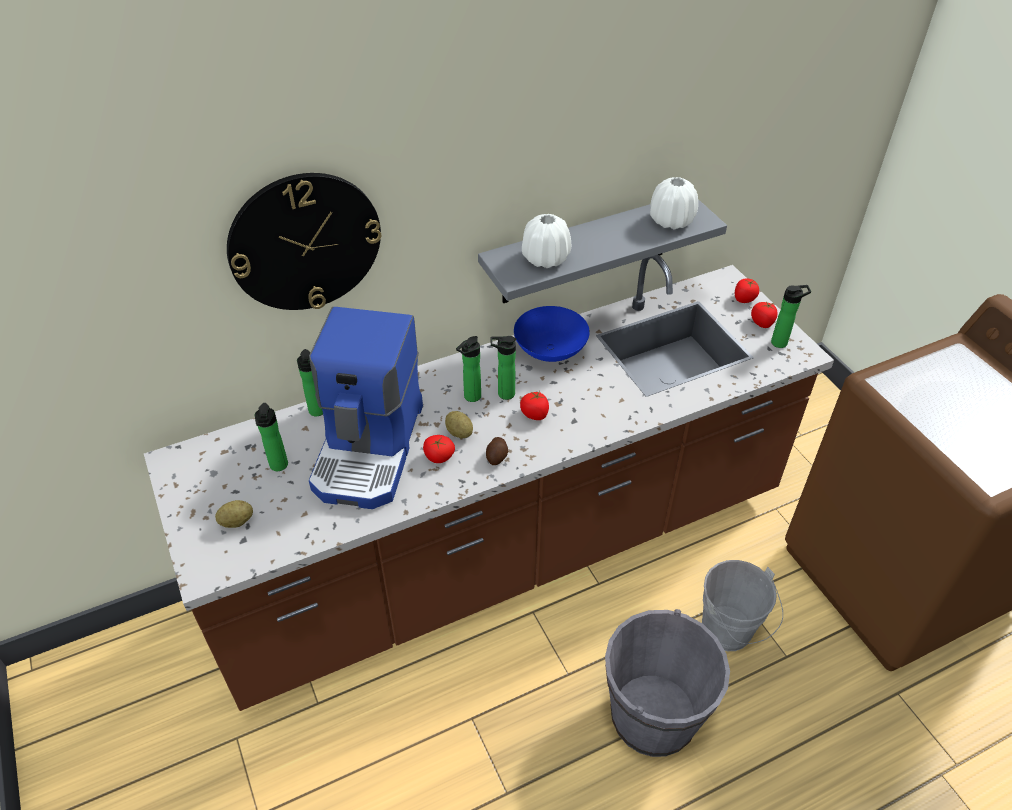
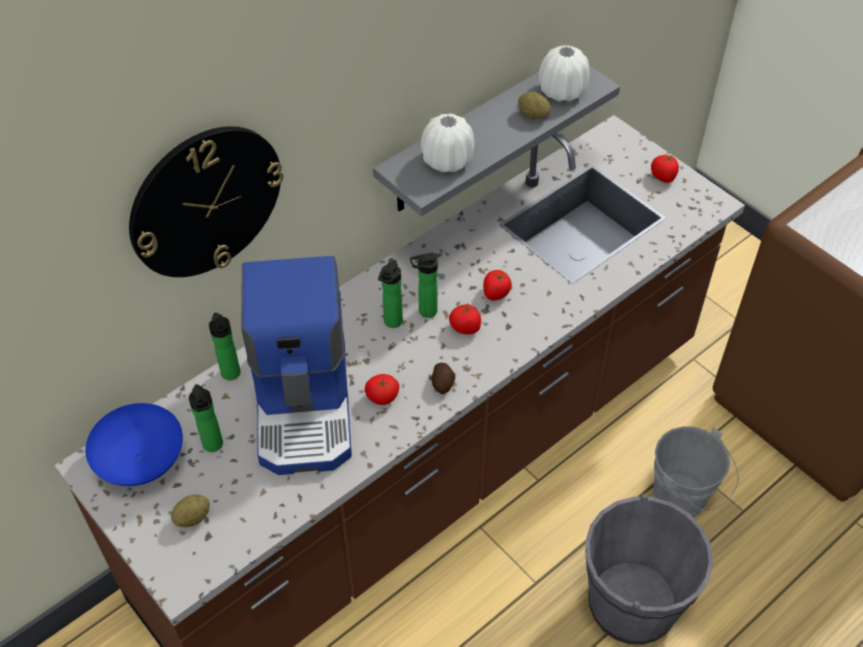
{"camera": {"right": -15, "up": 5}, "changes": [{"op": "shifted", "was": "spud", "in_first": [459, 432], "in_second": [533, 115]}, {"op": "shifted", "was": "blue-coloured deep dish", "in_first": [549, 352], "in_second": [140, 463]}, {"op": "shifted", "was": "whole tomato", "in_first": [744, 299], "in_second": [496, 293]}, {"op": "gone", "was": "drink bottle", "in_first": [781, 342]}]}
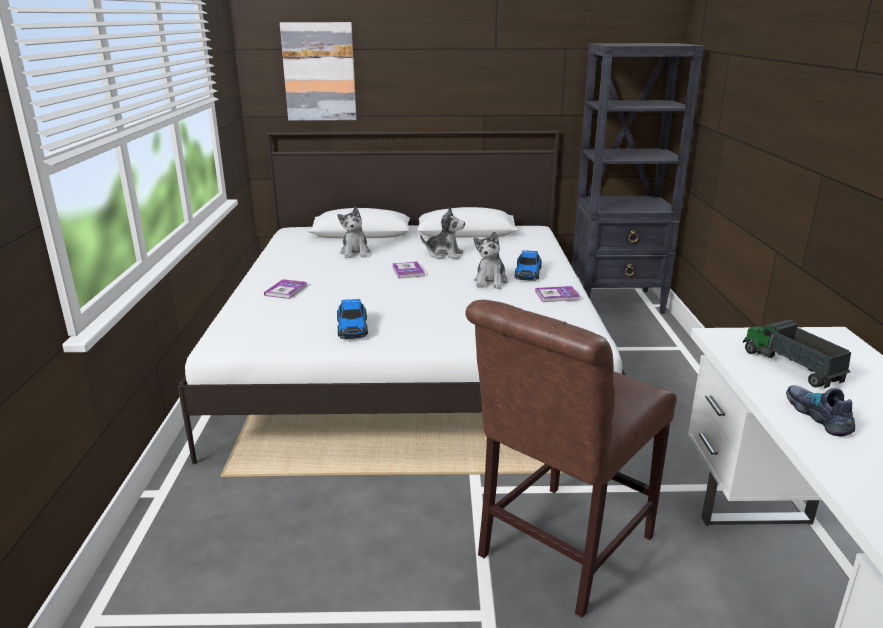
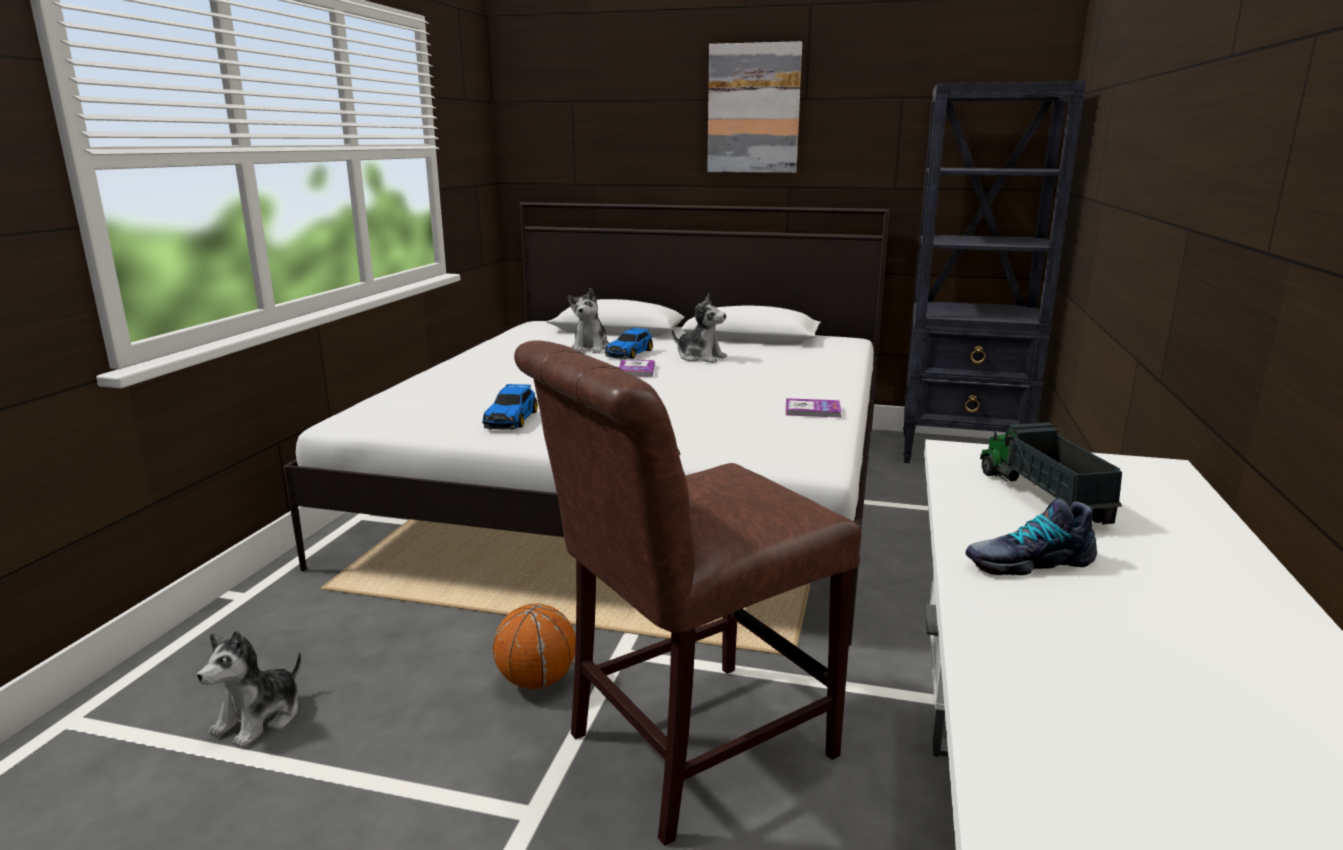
{"camera": {"right": 15, "up": -5}, "changes": [{"op": "gone", "was": "book", "in_first": [286, 290]}, {"op": "shifted", "was": "wall picture", "in_first": [319, 72], "in_second": [754, 109]}, {"op": "shifted", "was": "plush toy", "in_first": [491, 281], "in_second": [260, 719]}, {"op": "shifted", "was": "toy car", "in_first": [528, 273], "in_second": [630, 353]}, {"op": "rotated", "was": "item of footwear", "in_first": [818, 416], "in_second": [1027, 562], "clockwise": -105}, {"op": "new", "now": "basketball", "in_second": [537, 681]}]}
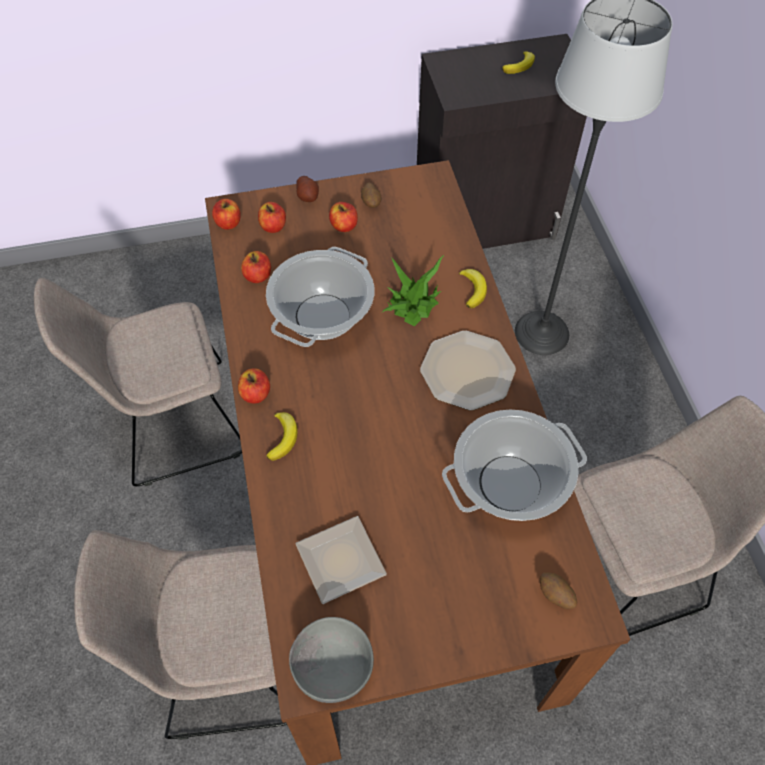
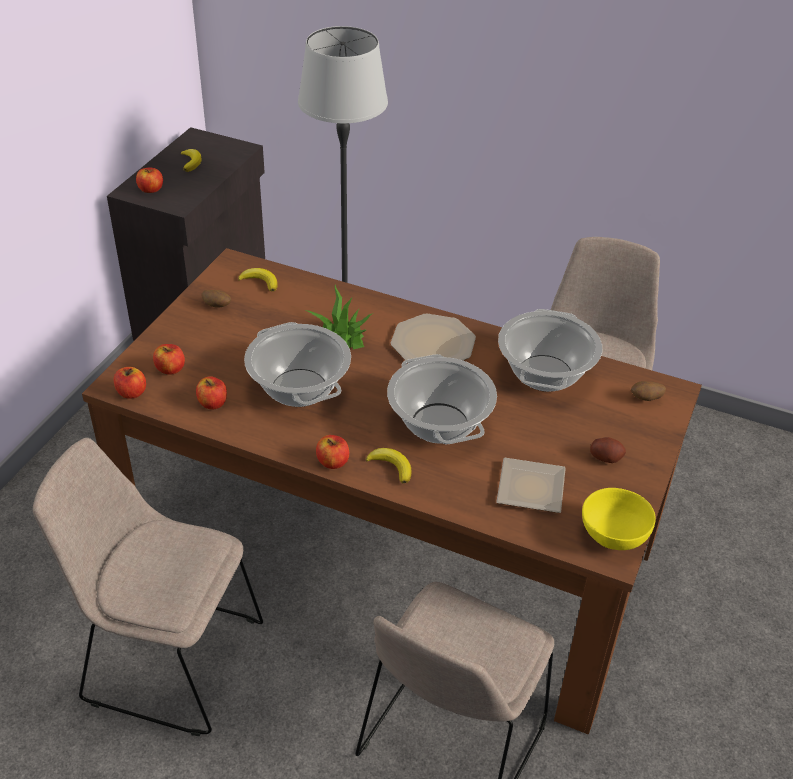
{"camera": {"right": -55, "up": -15}, "changes": [{"op": "rotated", "was": "beige plain chair", "in_first": [173, 423], "in_second": [168, 658], "clockwise": 90}, {"op": "repainted", "was": "gray deep dish", "now": "yellow-coloured deep dish", "in_first": [331, 666], "in_second": [611, 536]}, {"op": "shifted", "was": "spud", "in_first": [308, 196], "in_second": [606, 457]}, {"op": "shifted", "was": "apple fruit", "in_first": [344, 226], "in_second": [151, 189]}, {"op": "shifted", "was": "banana fruit", "in_first": [473, 289], "in_second": [260, 282]}, {"op": "new", "now": "cooking pot", "in_second": [439, 423]}]}
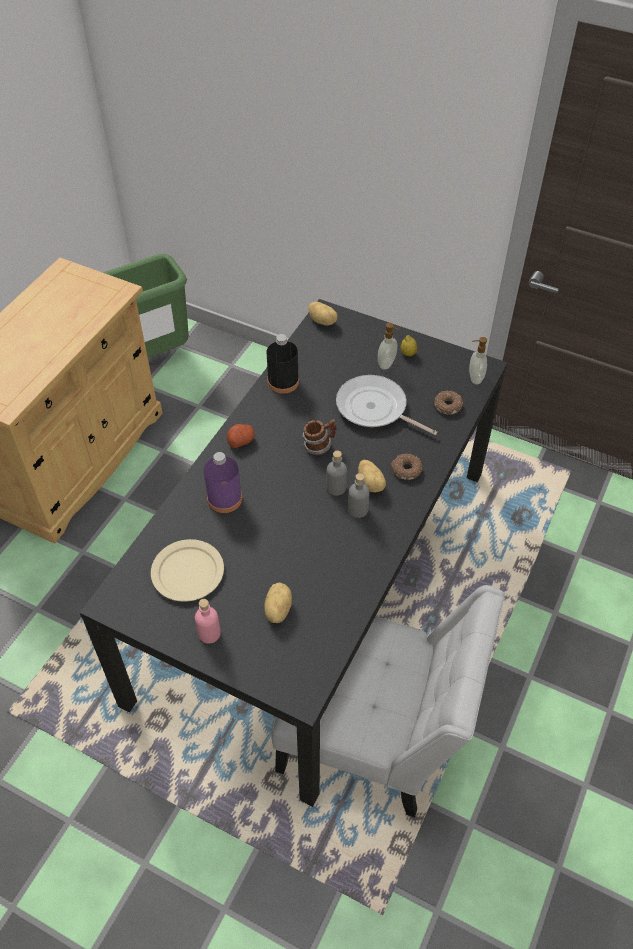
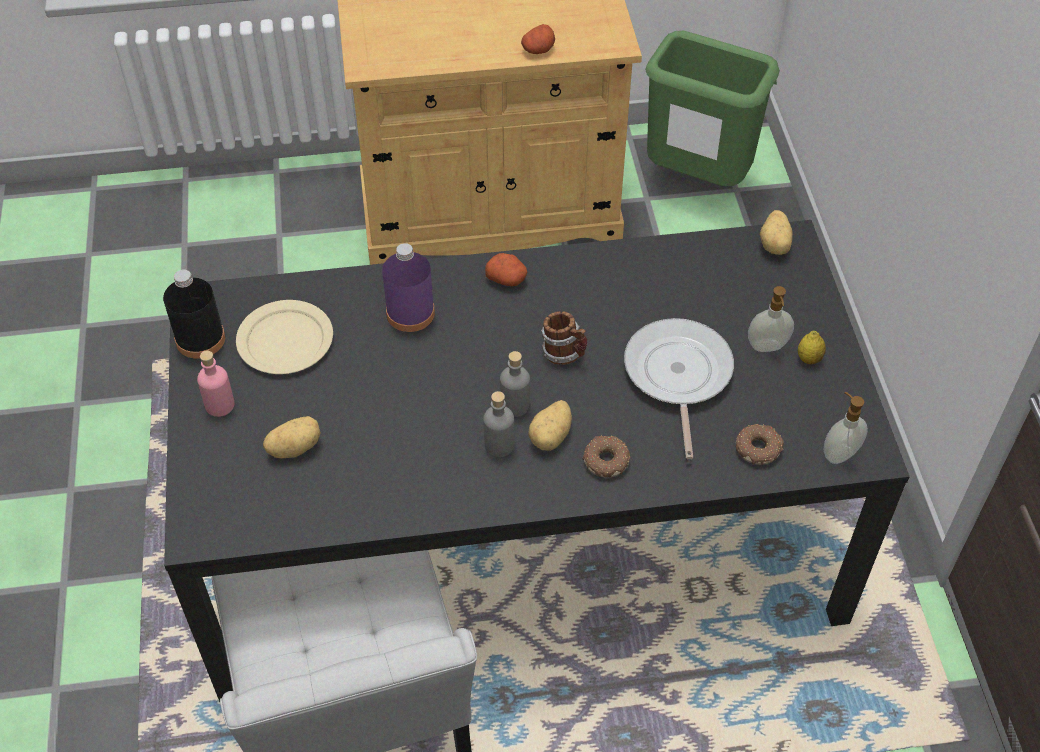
{"camera": {"right": 55, "up": 0}, "changes": [{"op": "shifted", "was": "black-coloured drink bottle", "in_first": [283, 382], "in_second": [200, 339]}, {"op": "new", "now": "spud", "in_second": [538, 49]}]}
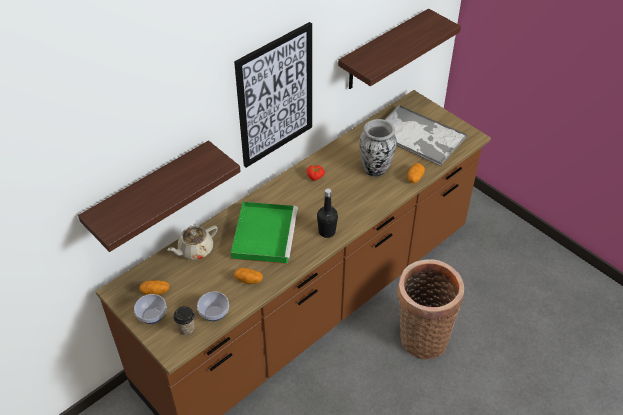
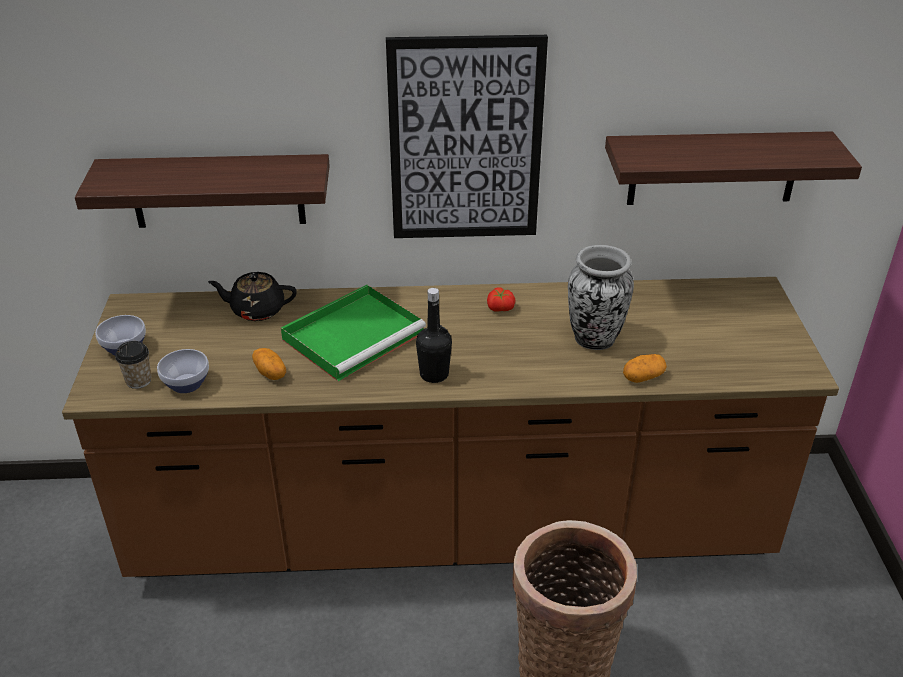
{"camera": {"right": 40, "up": -10}, "changes": [{"op": "gone", "was": "spud", "in_first": [155, 291]}, {"op": "repainted", "was": "beige tea pot", "now": "black-coloured tea pot", "in_first": [195, 250], "in_second": [256, 310]}, {"op": "gone", "was": "carrying tray", "in_first": [419, 136]}]}
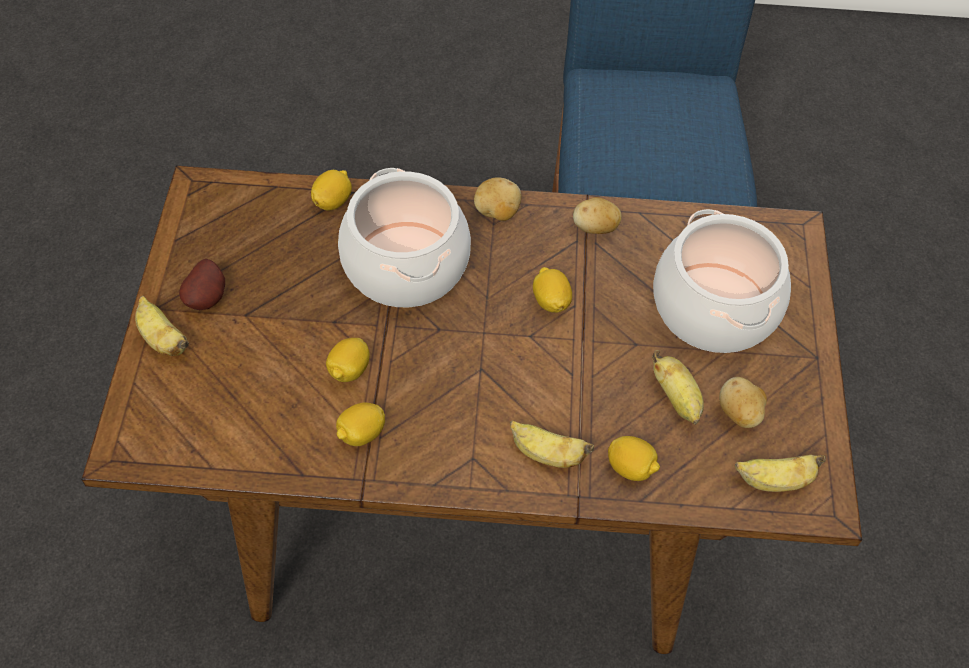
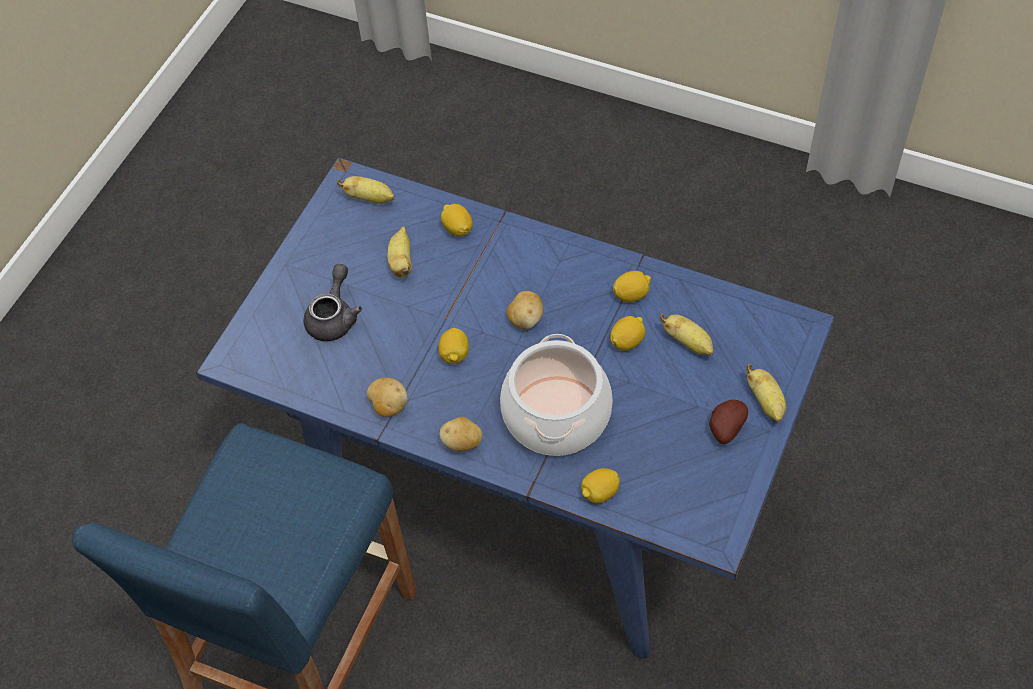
{"camera": {"right": -155, "up": 0}, "changes": [{"op": "repainted", "was": "brown kitchen table", "now": "blue-coloured kitchen table", "in_first": [477, 499], "in_second": [526, 488]}, {"op": "shifted", "was": "banana fruit", "in_first": [546, 454], "in_second": [688, 343]}, {"op": "swapped", "was": "cooking pot", "now": "gray tea pot", "in_first": [715, 308], "in_second": [334, 317]}, {"op": "shifted", "was": "spud", "in_first": [739, 413], "in_second": [525, 319]}]}
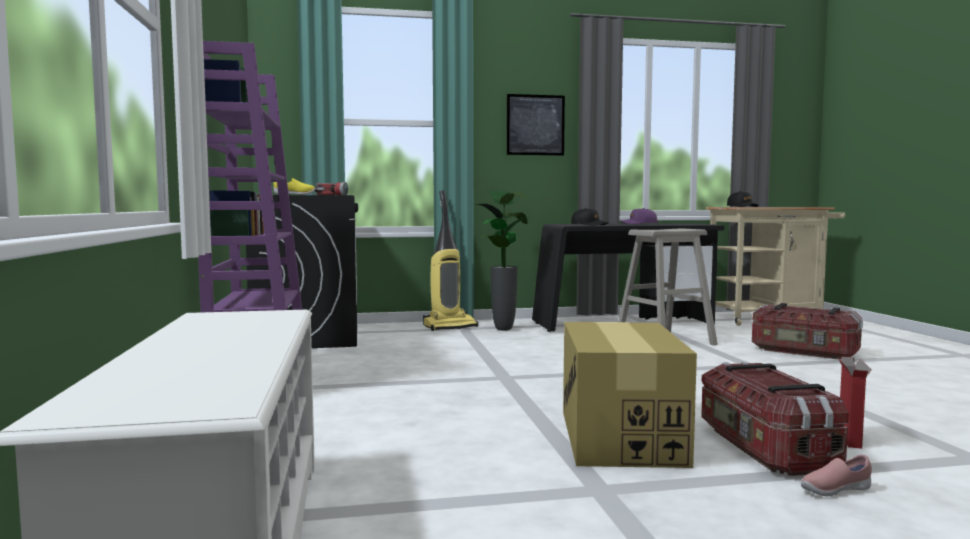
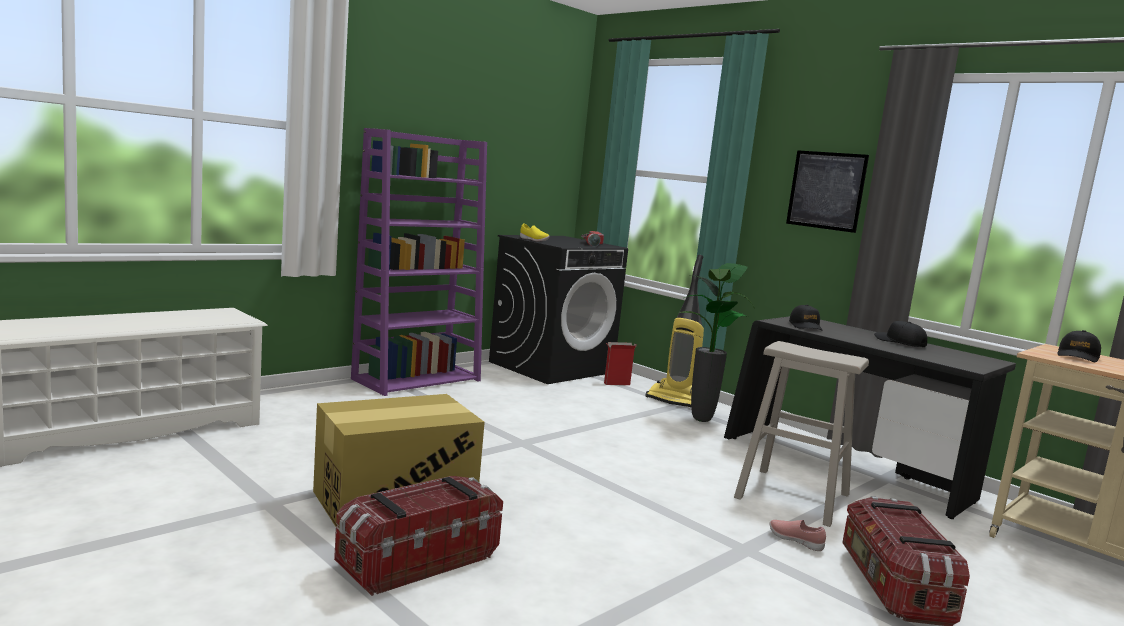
{"camera": {"right": 55, "up": 5}, "changes": [{"op": "repainted", "was": "purple peaked cap", "now": "black-coloured peaked cap", "in_first": [639, 223], "in_second": [899, 342]}, {"op": "shifted", "was": "pink-coloured item of footwear", "in_first": [834, 491], "in_second": [795, 541]}, {"op": "shifted", "was": "carton", "in_first": [850, 440], "in_second": [616, 384]}]}
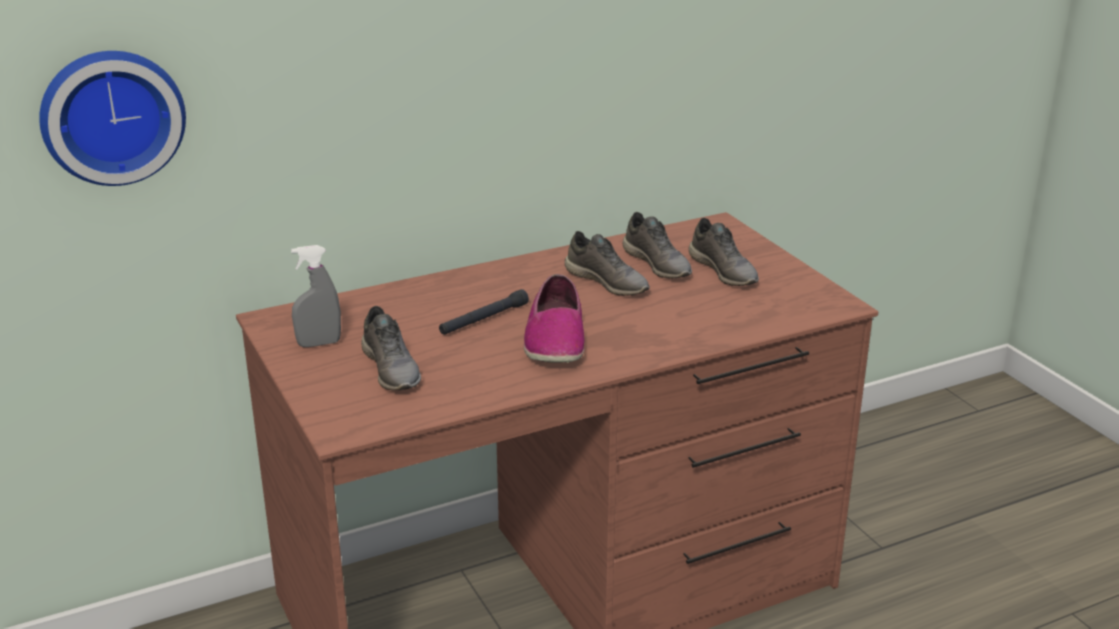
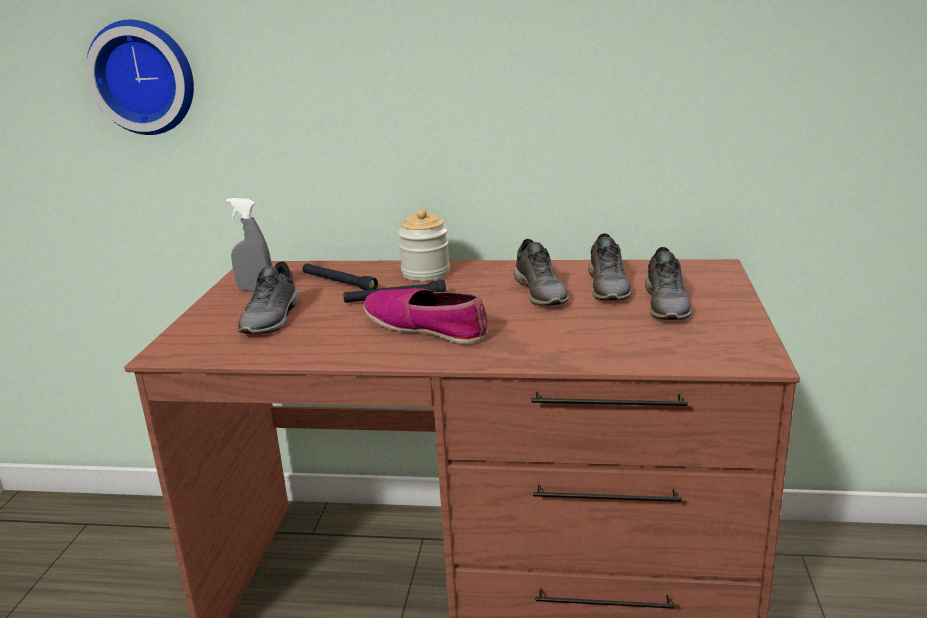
{"camera": {"right": 35, "up": -5}, "changes": [{"op": "rotated", "was": "item of footwear", "in_first": [555, 340], "in_second": [426, 327], "clockwise": 90}, {"op": "new", "now": "black-coloured hand torch", "in_second": [339, 283]}, {"op": "new", "now": "storage jar", "in_second": [426, 273]}]}
